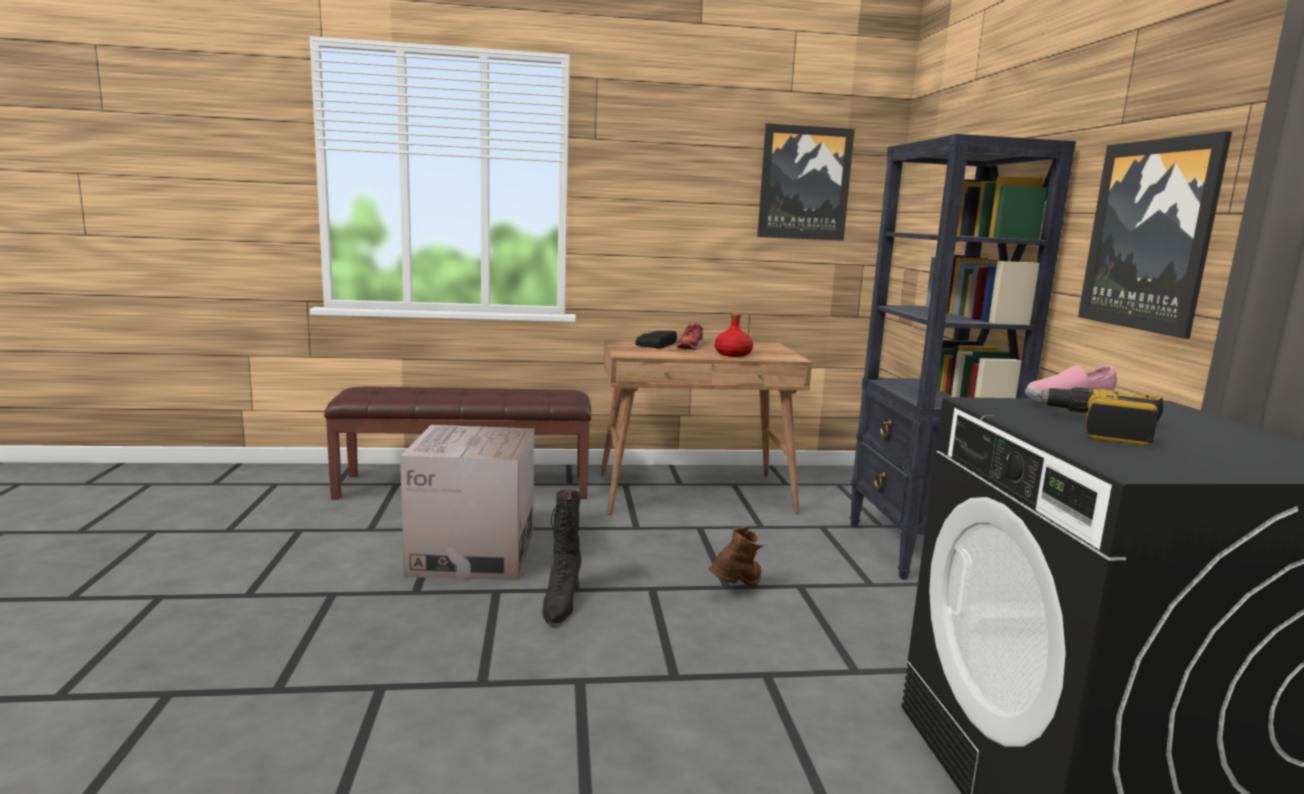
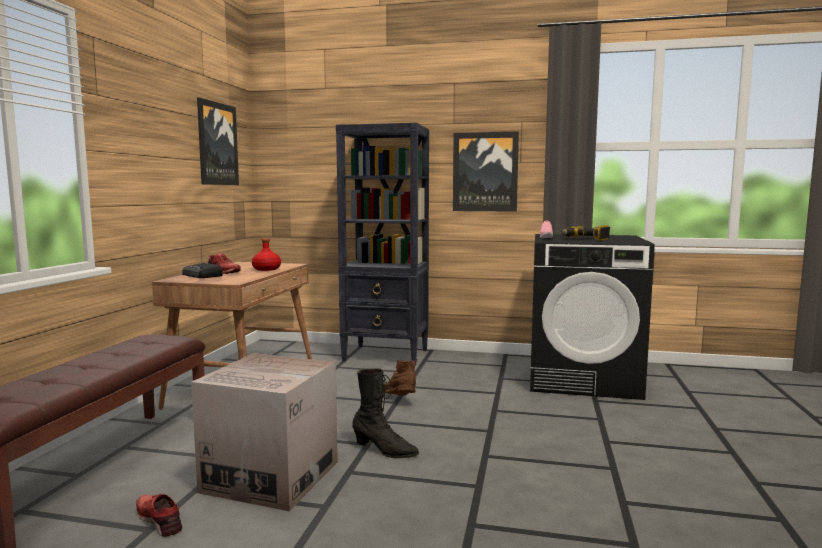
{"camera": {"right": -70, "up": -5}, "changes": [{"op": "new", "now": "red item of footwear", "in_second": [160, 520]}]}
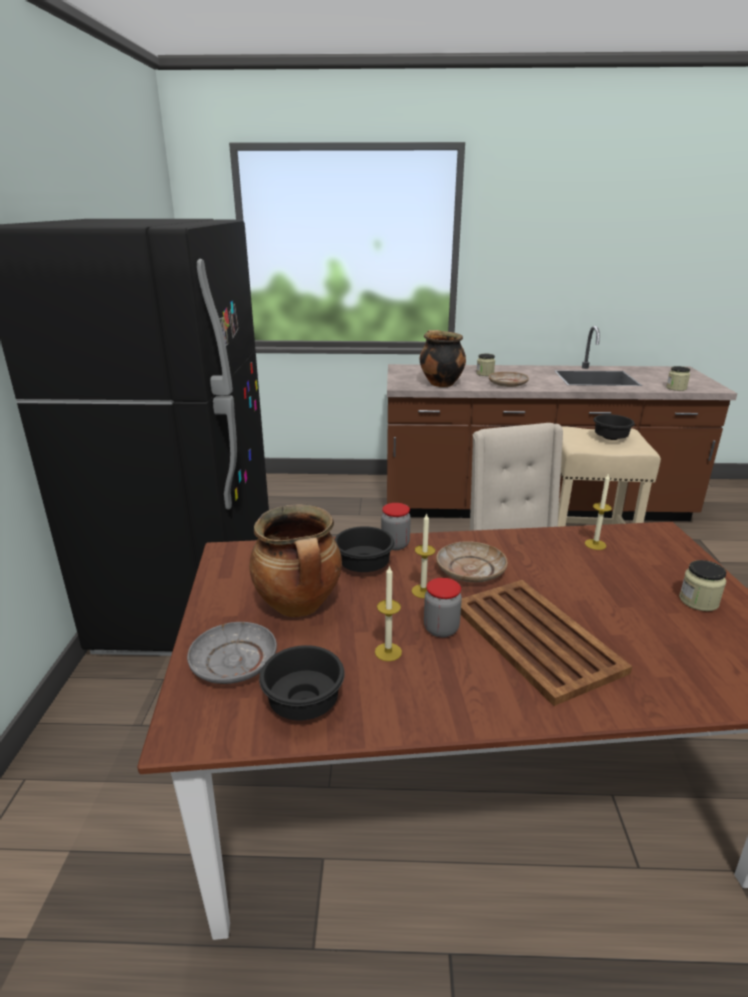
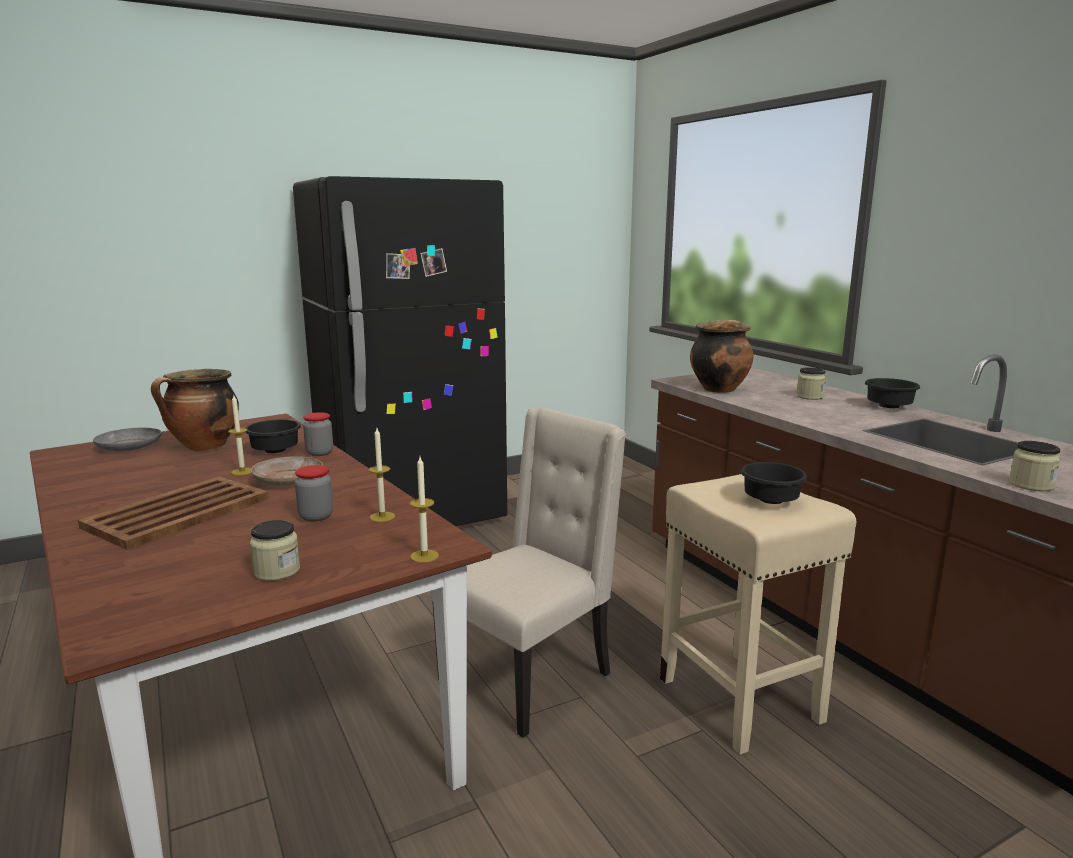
{"camera": {"right": 60, "up": -10}, "changes": [{"op": "shifted", "was": "black-coloured deep dish", "in_first": [304, 705], "in_second": [888, 407]}, {"op": "shifted", "was": "candle", "in_first": [388, 652], "in_second": [424, 556]}, {"op": "shifted", "was": "storage jar", "in_first": [441, 629], "in_second": [316, 516]}, {"op": "gone", "was": "beige flat dish", "in_first": [508, 384]}]}
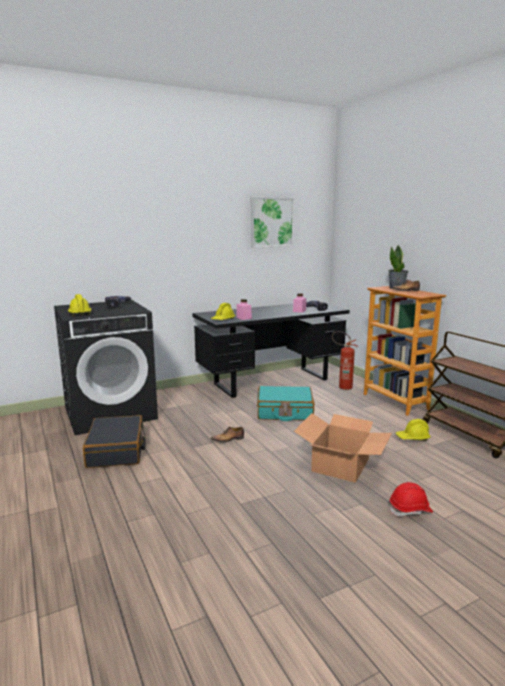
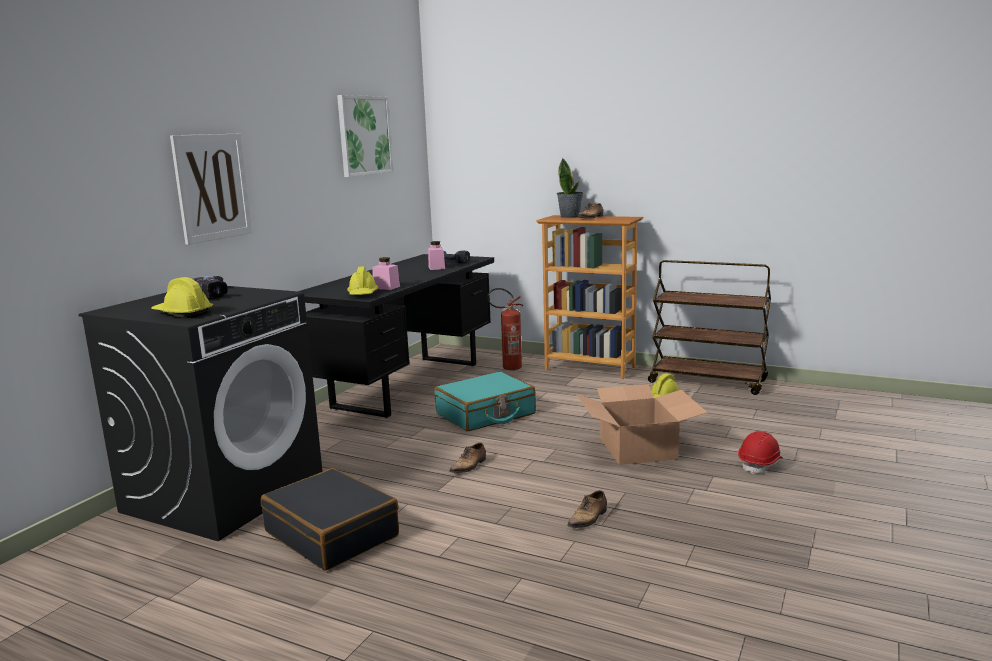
{"camera": {"right": -35, "up": 0}, "changes": [{"op": "new", "now": "wall picture", "in_second": [212, 187]}, {"op": "new", "now": "item of footwear", "in_second": [588, 518]}]}
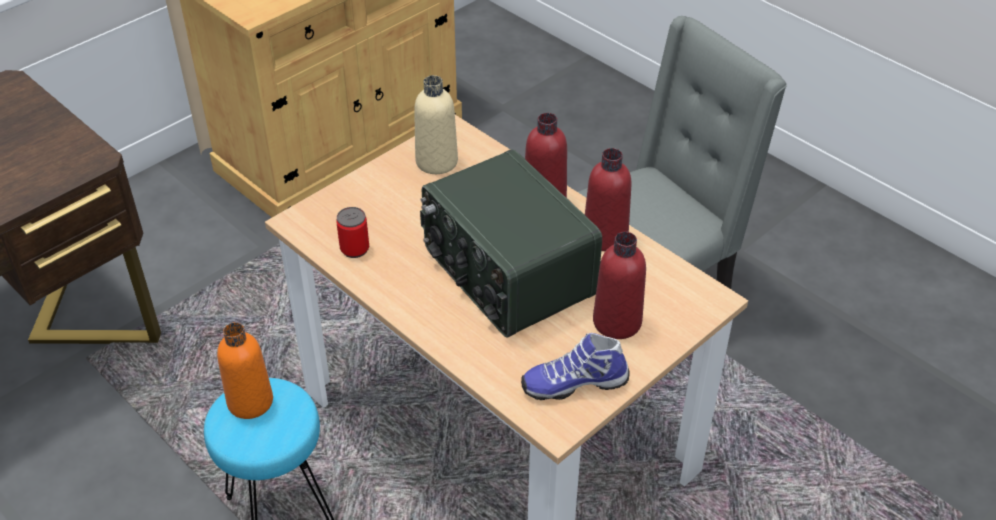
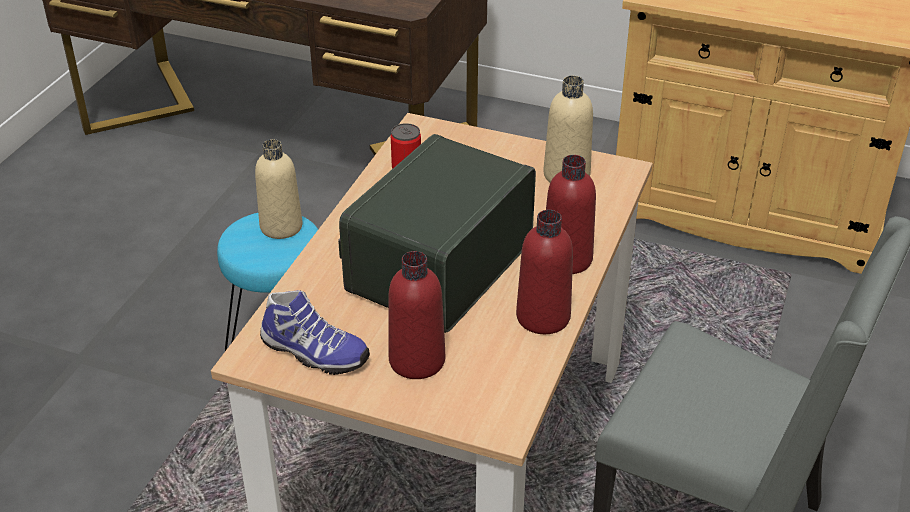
{"camera": {"right": 65, "up": -5}, "changes": [{"op": "repainted", "was": "orange-coloured drink bottle", "now": "beige drink bottle", "in_first": [250, 402], "in_second": [281, 226]}, {"op": "rotated", "was": "item of footwear", "in_first": [574, 382], "in_second": [313, 353], "clockwise": 150}]}
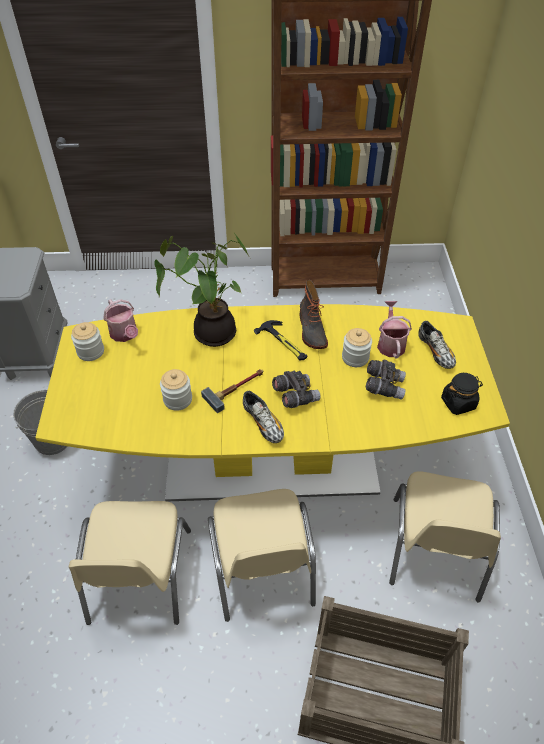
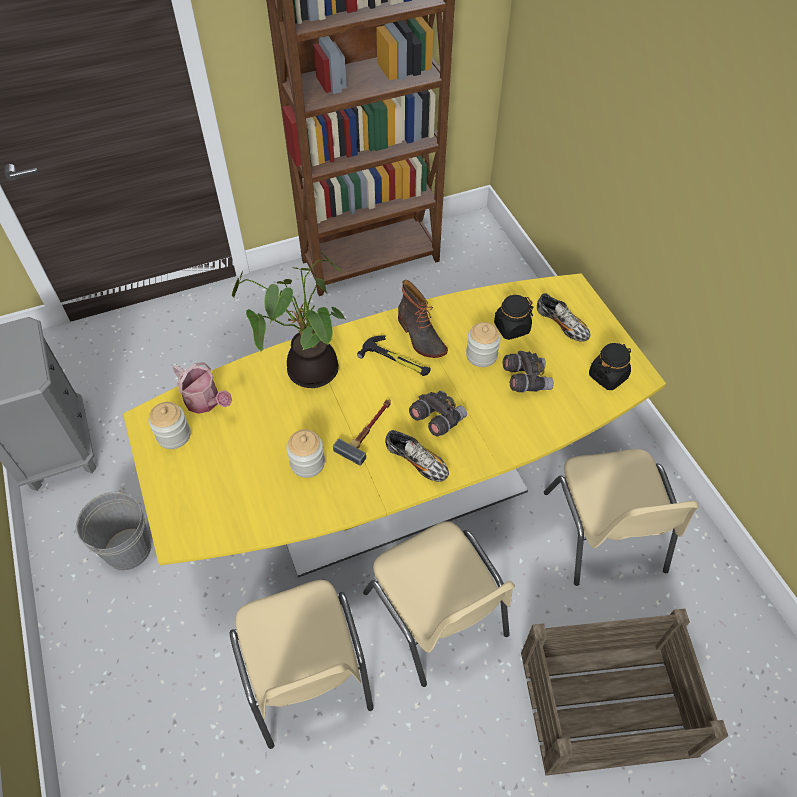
{"camera": {"right": -20, "up": 5}, "changes": [{"op": "swapped", "was": "watering pot", "now": "black-coloured storage jar", "in_first": [390, 343], "in_second": [511, 328]}]}
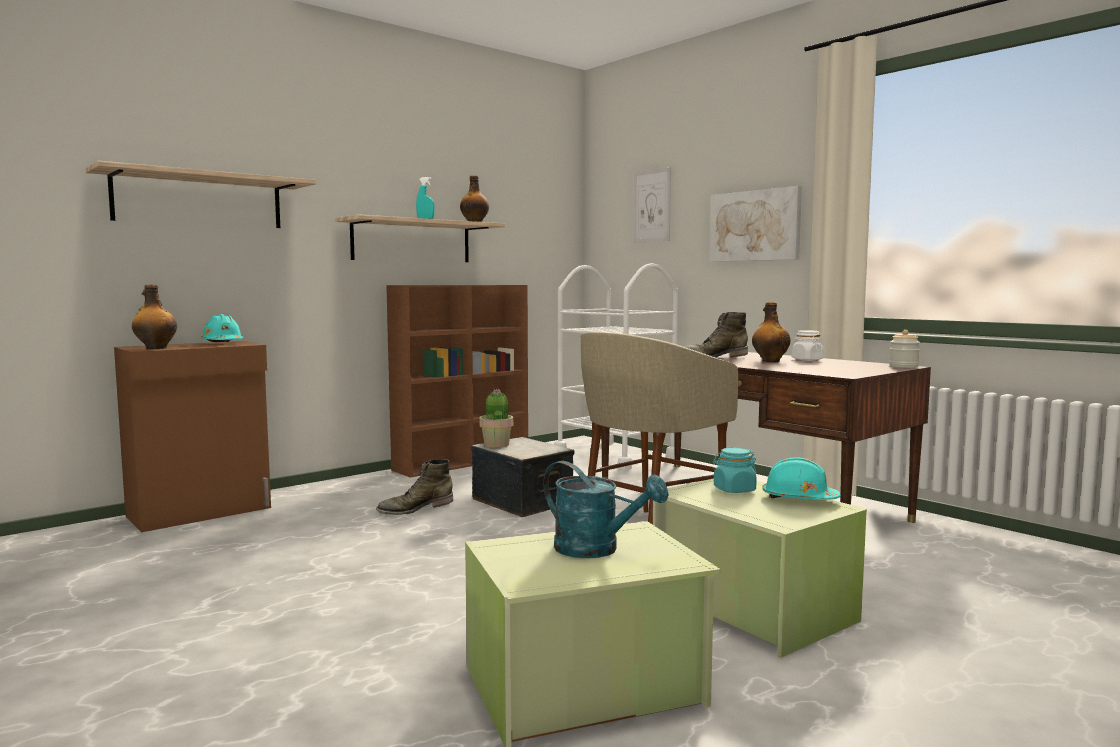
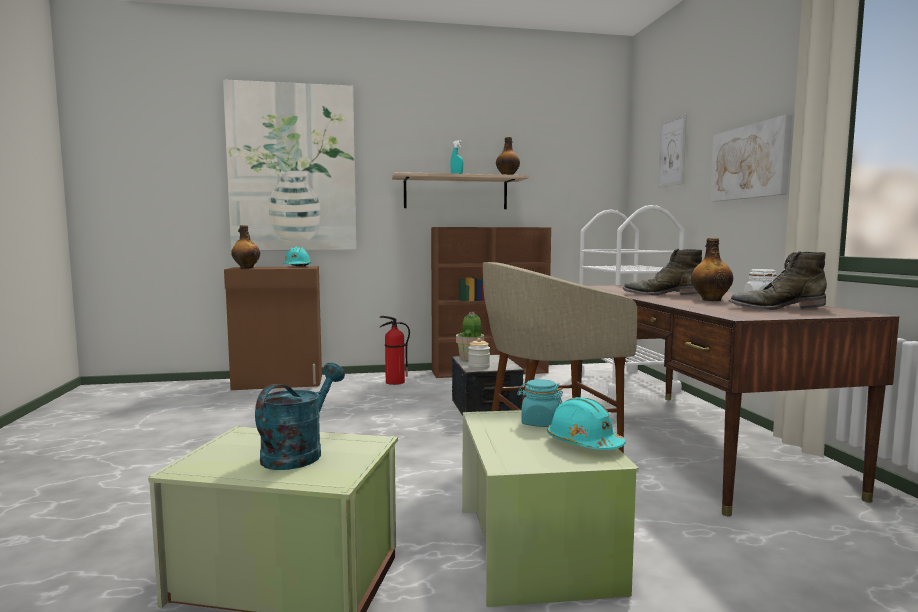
{"camera": {"right": 30, "up": 0}, "changes": [{"op": "swapped", "was": "shelf", "now": "wall picture", "in_first": [199, 200], "in_second": [292, 168]}, {"op": "shifted", "was": "greenish boot", "in_first": [415, 508], "in_second": [775, 307]}, {"op": "rotated", "was": "blue-green watering pot", "in_first": [596, 550], "in_second": [298, 453], "clockwise": -135}, {"op": "shifted", "was": "storage jar", "in_first": [903, 366], "in_second": [479, 367]}, {"op": "new", "now": "extinguisher", "in_second": [394, 382]}]}
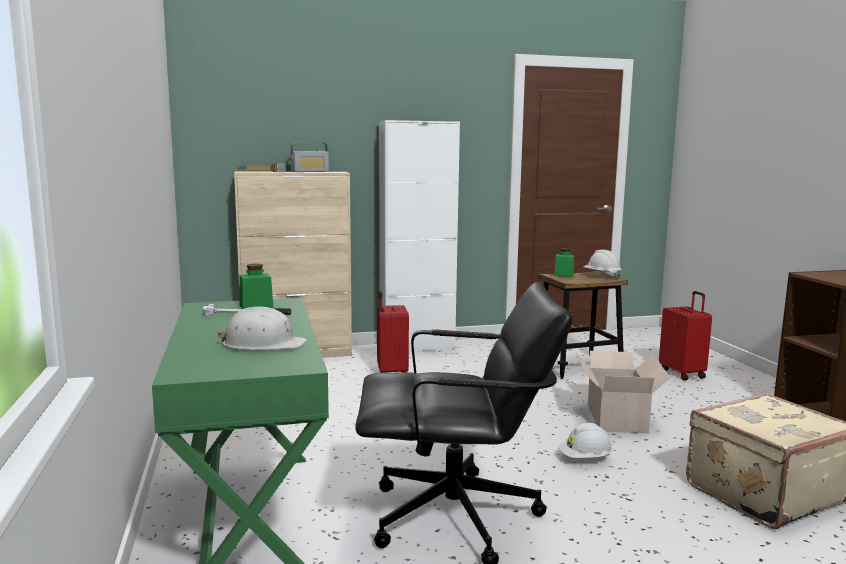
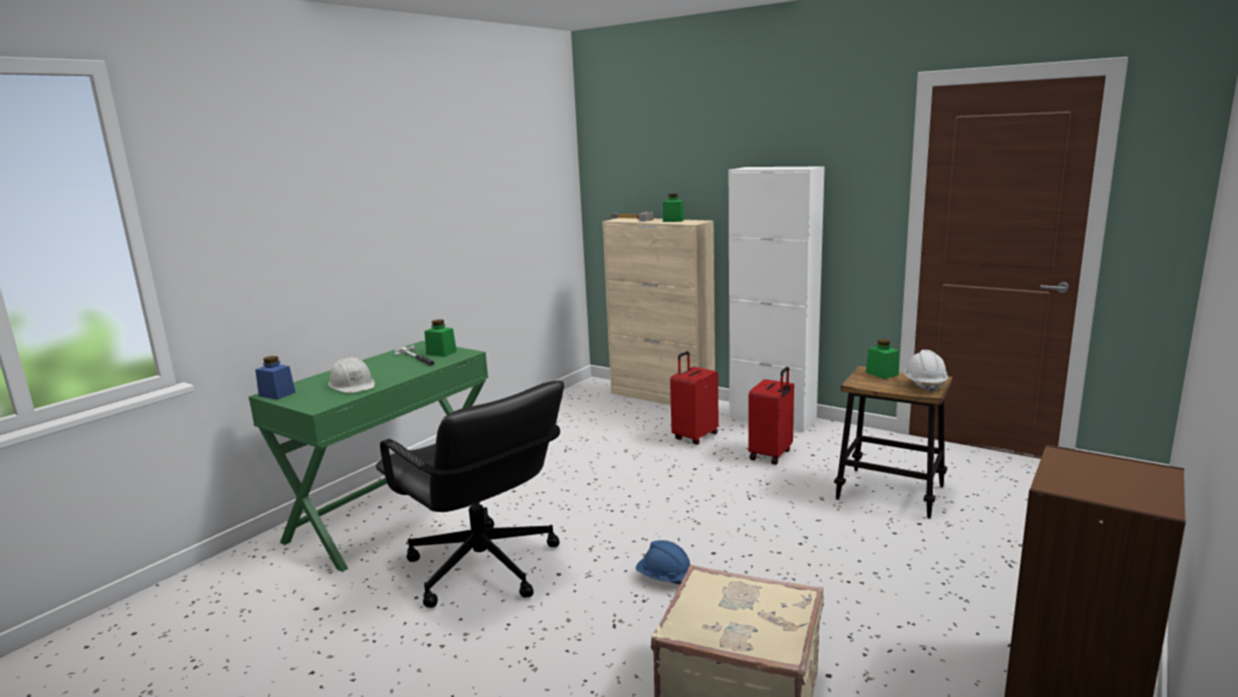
{"camera": {"right": 50, "up": 5}, "changes": [{"op": "swapped", "was": "radio", "now": "greenish storage jar", "in_first": [310, 171], "in_second": [673, 220]}, {"op": "repainted", "was": "white hard hat", "now": "blue-coloured hard hat", "in_first": [585, 459], "in_second": [664, 578]}, {"op": "gone", "was": "carton", "in_first": [616, 417]}, {"op": "shifted", "was": "red suitcase", "in_first": [683, 373], "in_second": [771, 455]}, {"op": "new", "now": "blue-coloured storage jar", "in_second": [277, 394]}]}
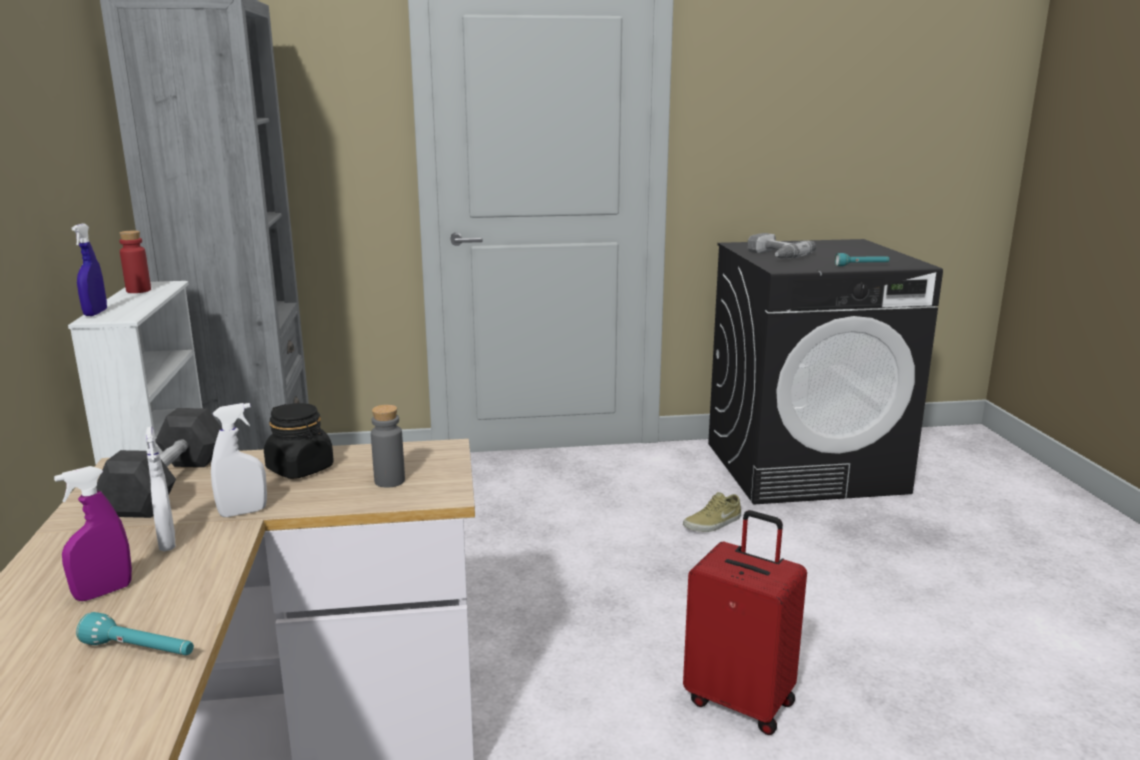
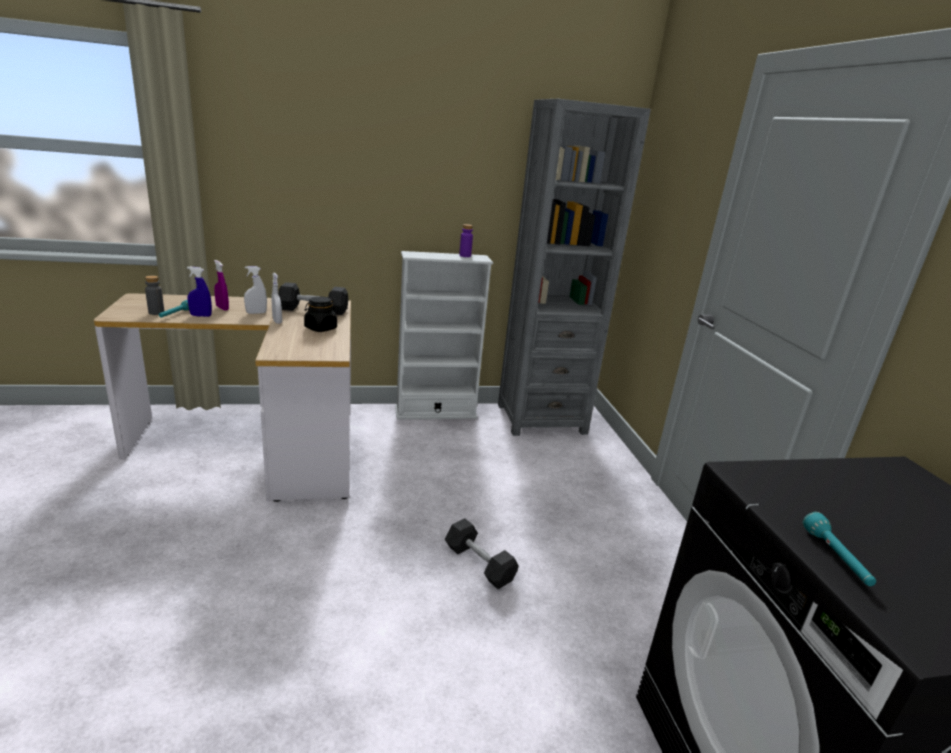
{"camera": {"right": 85, "up": 5}, "changes": [{"op": "shifted", "was": "blue-coloured hand sprayer", "in_first": [95, 313], "in_second": [201, 316]}, {"op": "repainted", "was": "red drink bottle", "now": "purple drink bottle", "in_first": [138, 290], "in_second": [465, 256]}, {"op": "shifted", "was": "gray drink bottle", "in_first": [389, 481], "in_second": [156, 312]}, {"op": "gone", "was": "beige item of footwear", "in_first": [713, 523]}, {"op": "gone", "was": "red suitcase", "in_first": [741, 701]}, {"op": "gone", "was": "drill", "in_first": [774, 256]}, {"op": "new", "now": "black-coloured dumbbell", "in_second": [479, 564]}]}
